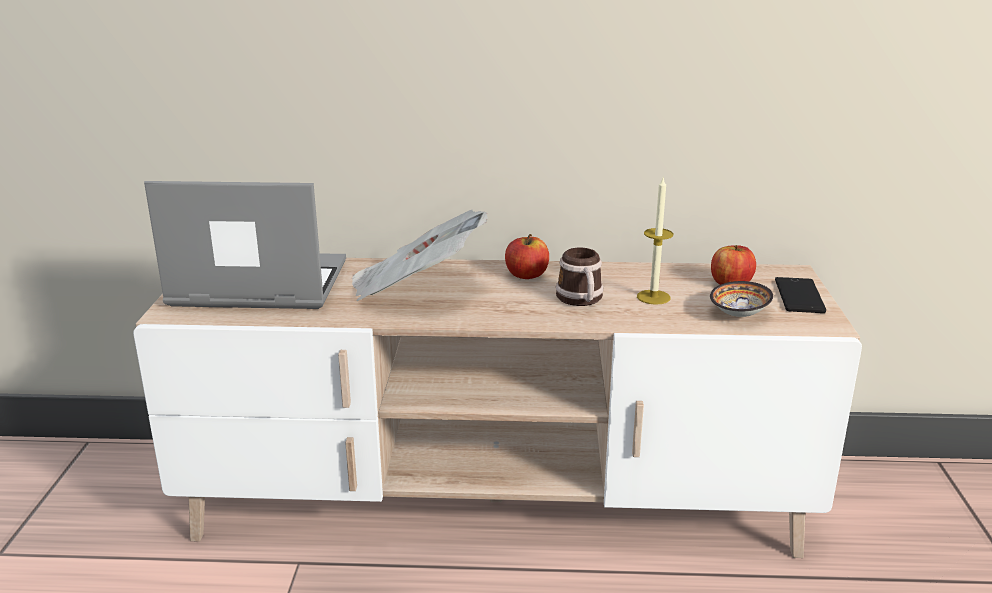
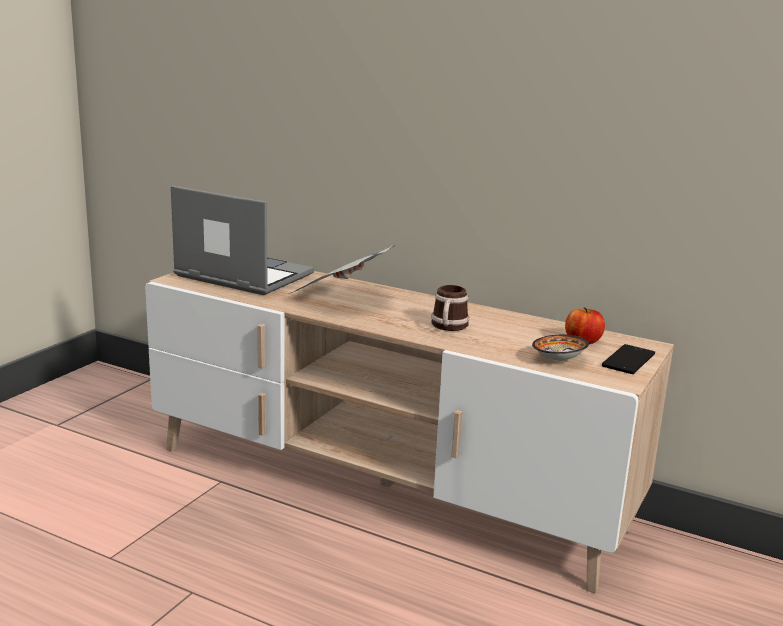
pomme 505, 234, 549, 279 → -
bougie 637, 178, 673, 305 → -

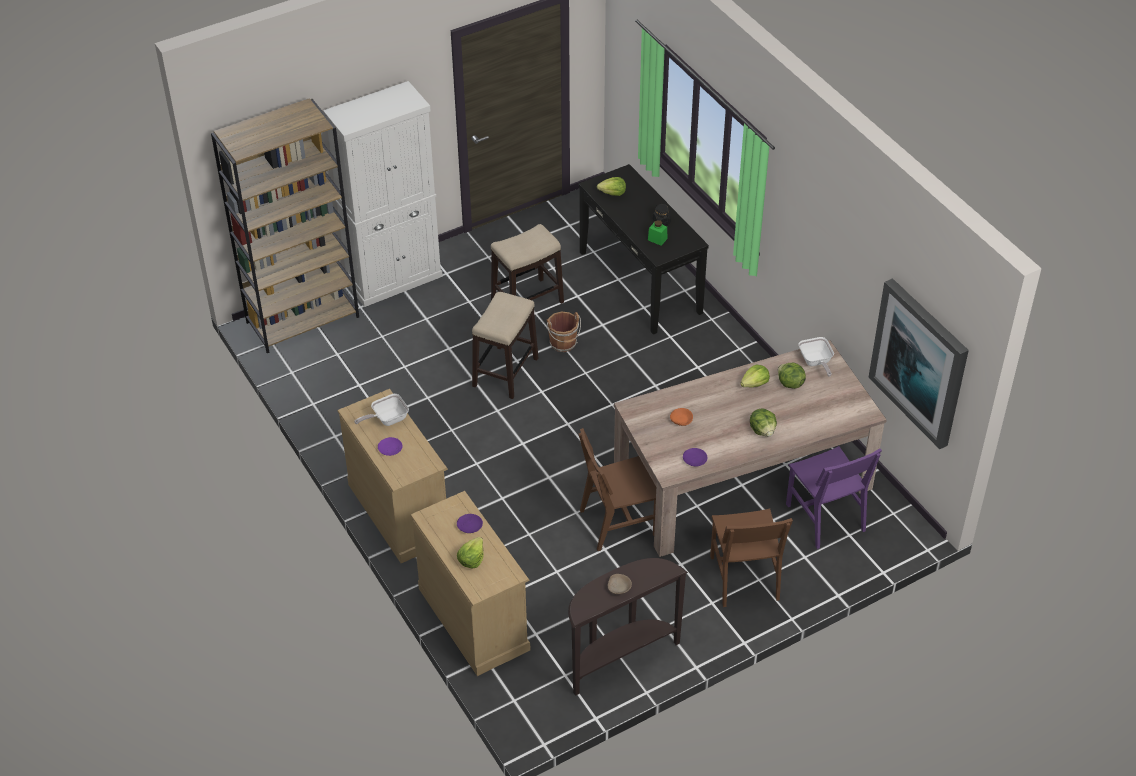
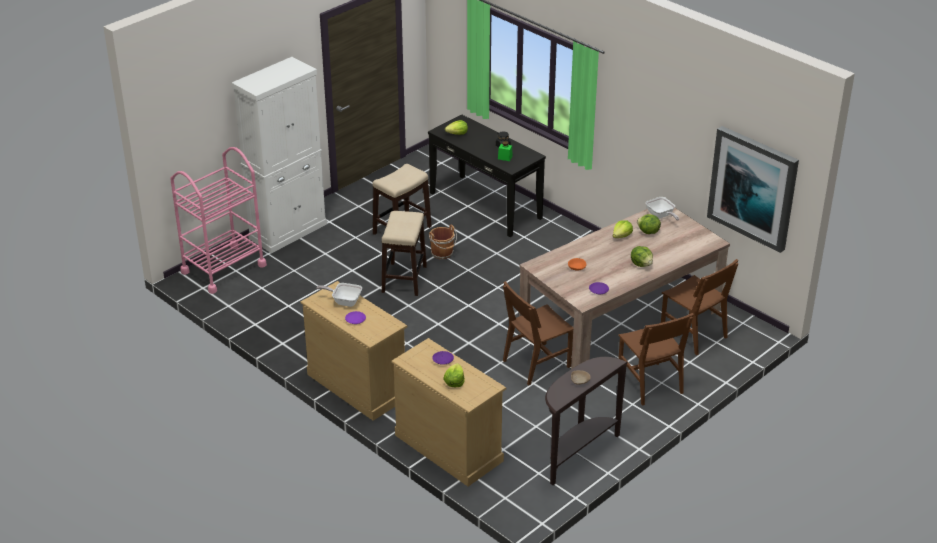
bibliothèque [marron] 211, 98, 359, 353 → chariot [rose] 170, 147, 267, 294
poêle 354, 394, 409, 426 → poêle 316, 283, 362, 307, 60 degrees clockwise
chaise [violet] 786, 446, 882, 549 → chaise [marron] 661, 259, 738, 355

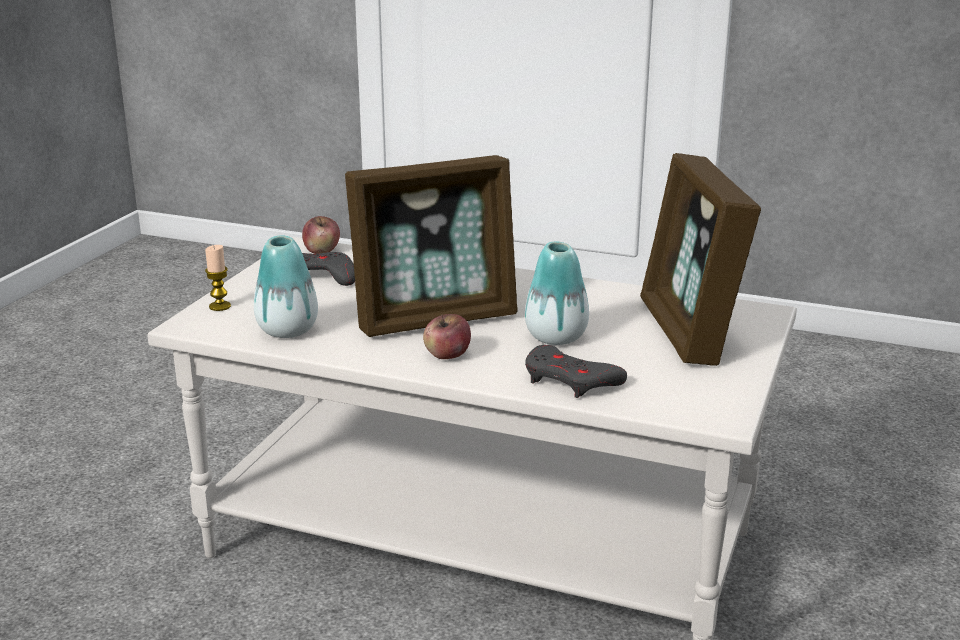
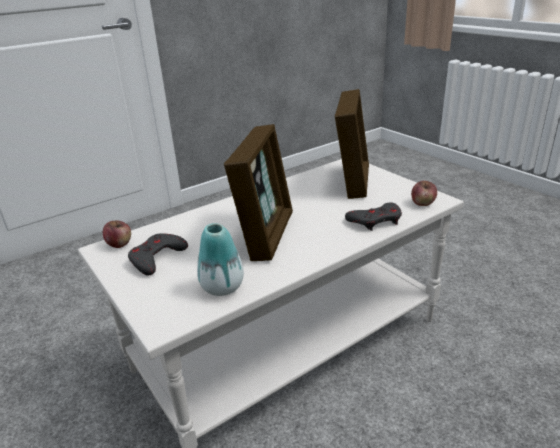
cadre photo 640, 153, 761, 366 → cadre photo 335, 89, 369, 199, 105 degrees counterclockwise
pomme 423, 314, 471, 359 → pomme 411, 181, 437, 206, shifted
bougie 205, 245, 231, 311 → -
vase 525, 241, 589, 345 → -

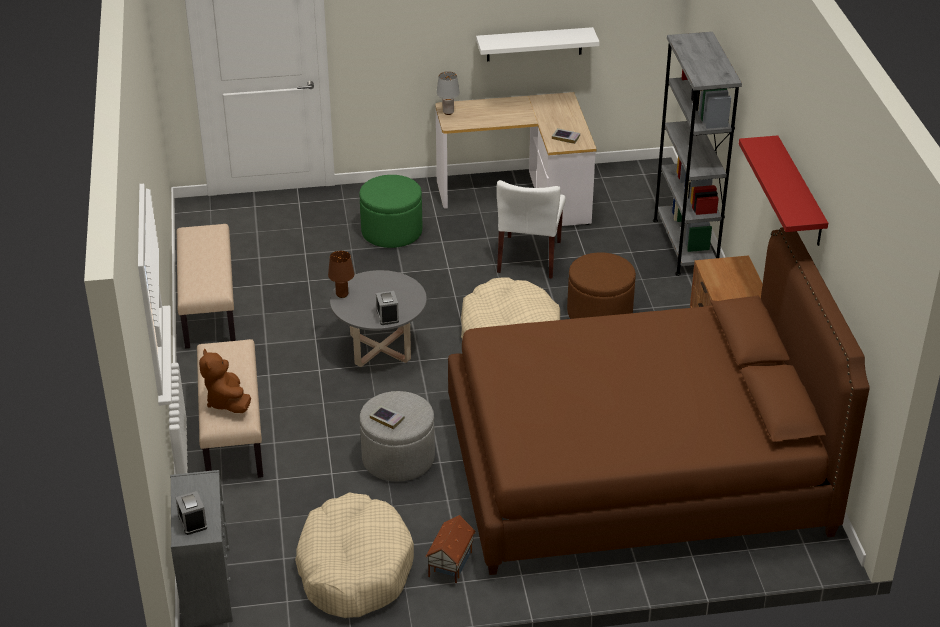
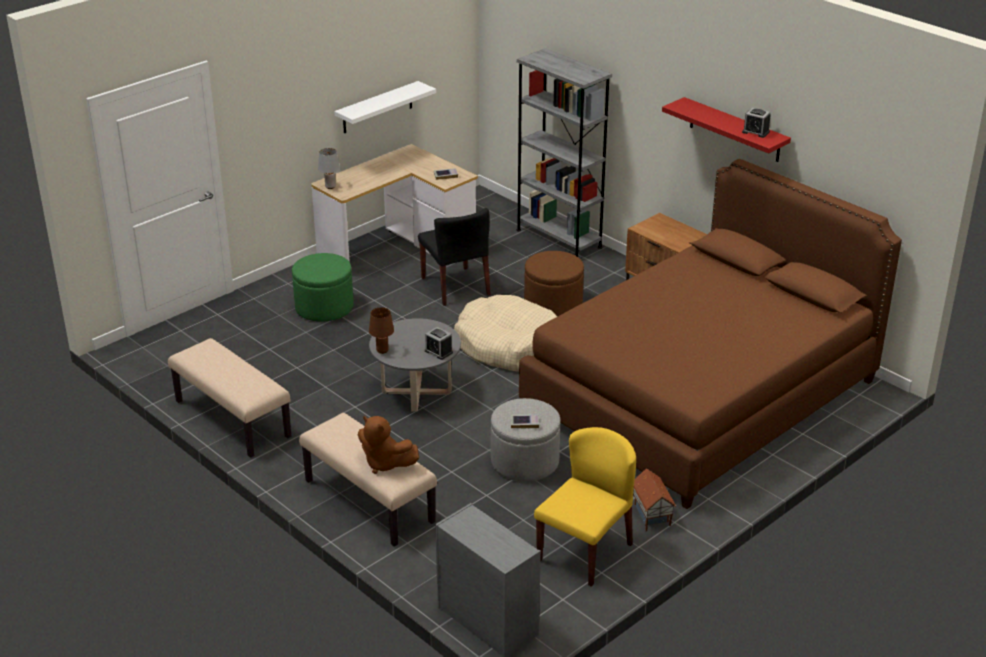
chaise [blanc] 497, 180, 566, 279 → chaise [noir] 418, 208, 491, 306
panier pour chien [beige] 295, 492, 414, 618 → chaise [jaune] 534, 427, 636, 587
réveil 176, 491, 207, 535 → réveil 742, 108, 771, 138, shifted

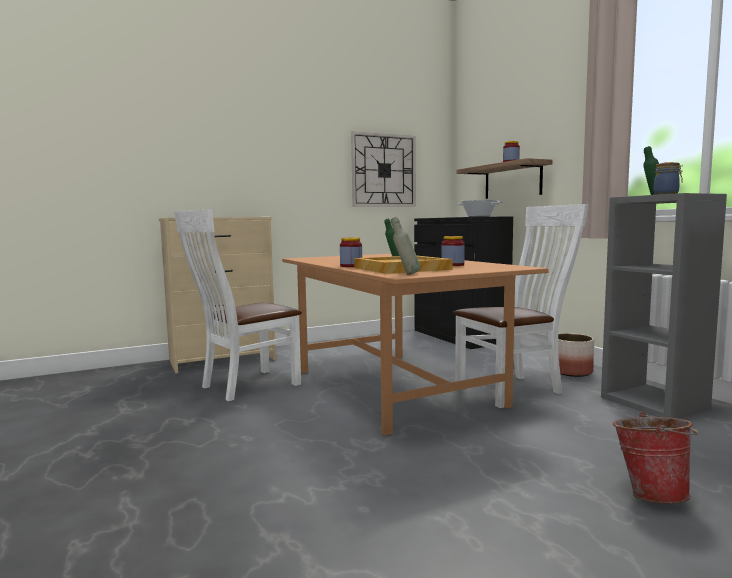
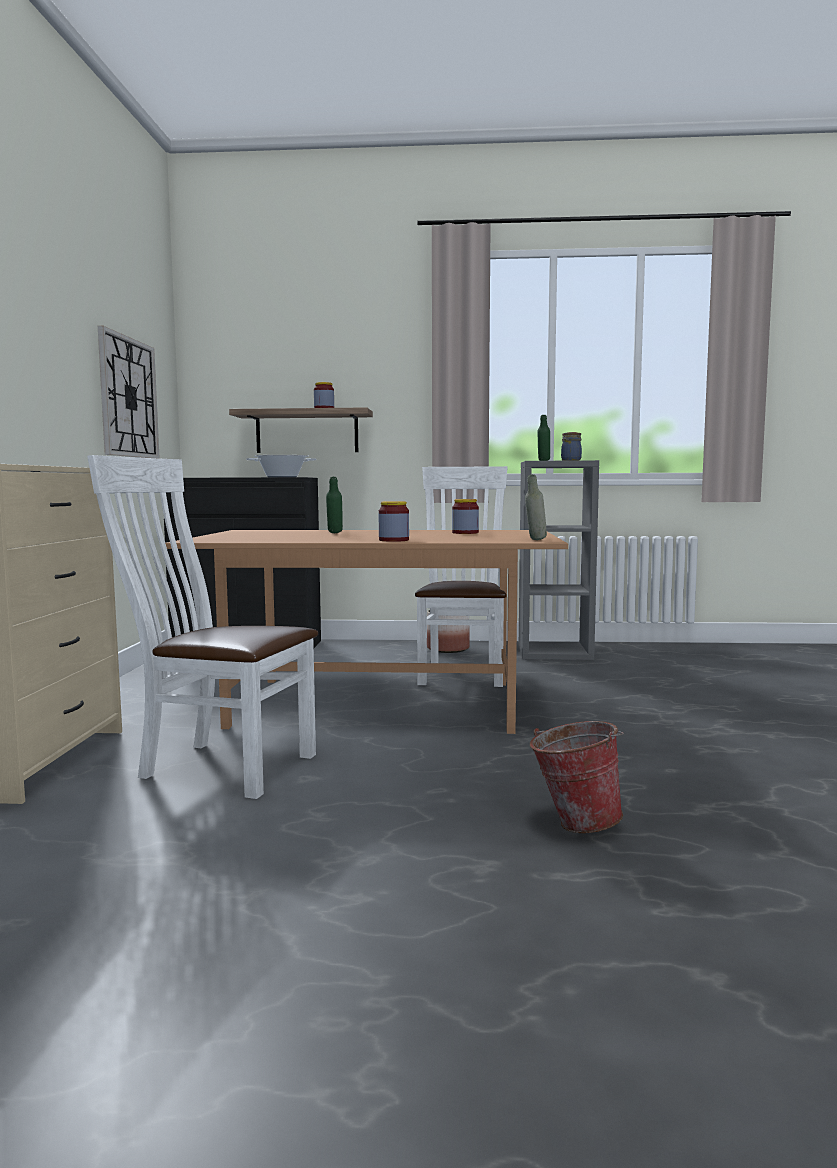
chaise [blanc] 174, 209, 302, 401 → chaise [blanc] 87, 455, 318, 799, 120 degrees clockwise
seau 613, 412, 700, 503 → seau 530, 721, 624, 833, shifted
plateau [beige] 354, 256, 452, 274 → -

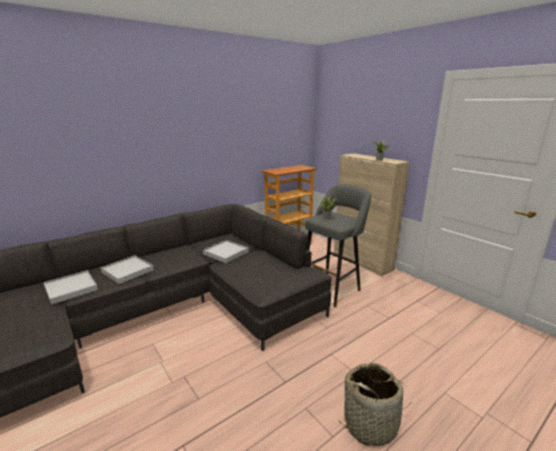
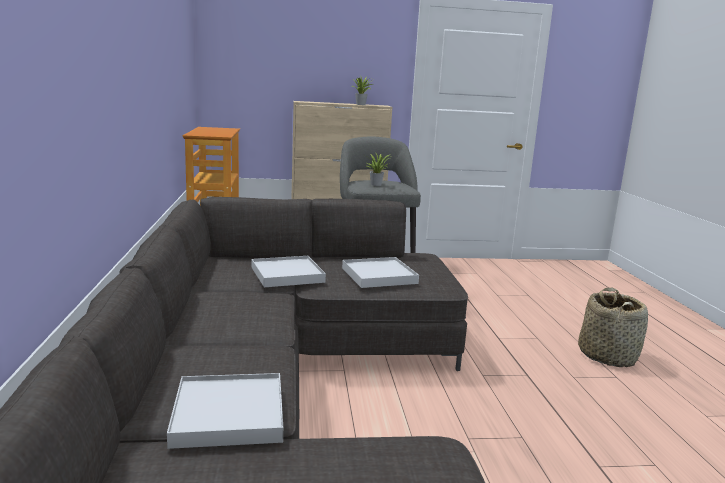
plateau [blanc] 101, 255, 154, 284 → plateau [blanc] 342, 257, 419, 288, shifted

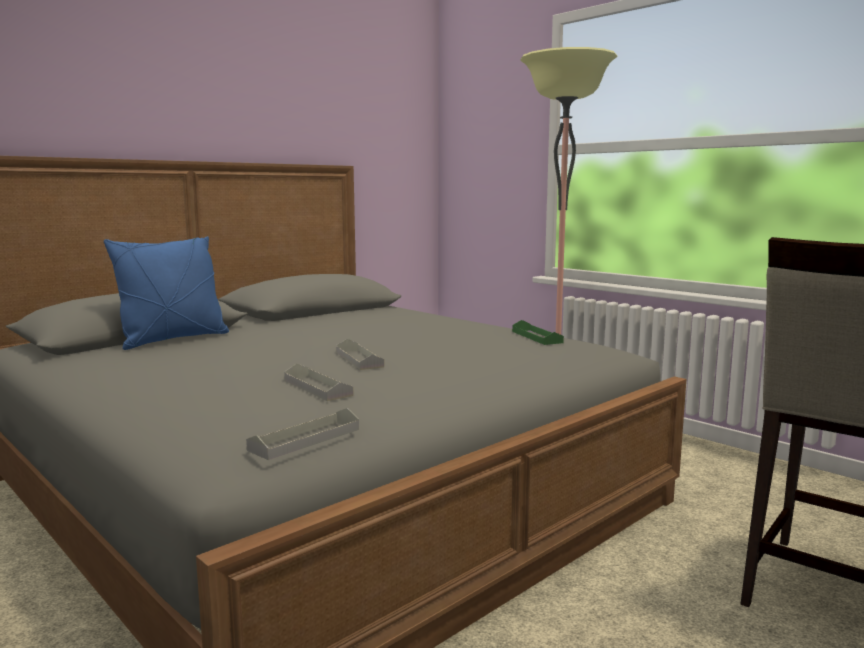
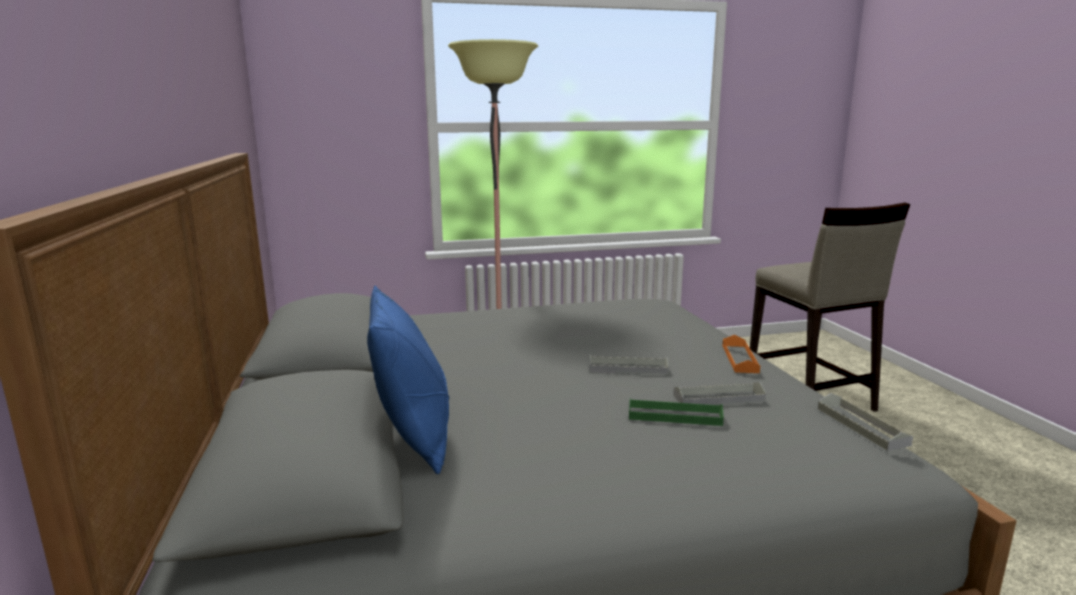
plateau [vert] 512, 320, 564, 345 → plateau [vert] 629, 398, 724, 426, shifted
- → plateau [orange] 723, 335, 760, 373

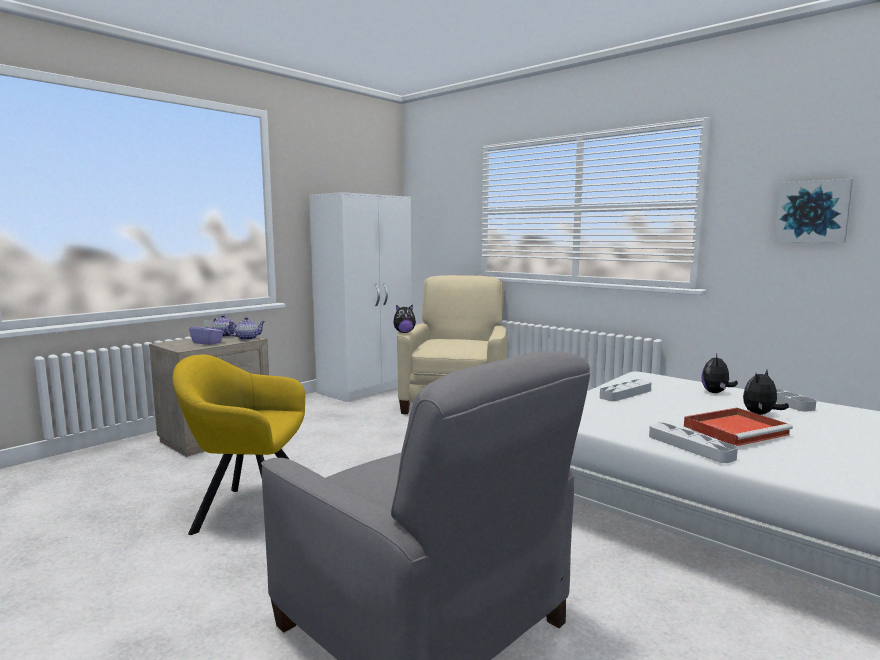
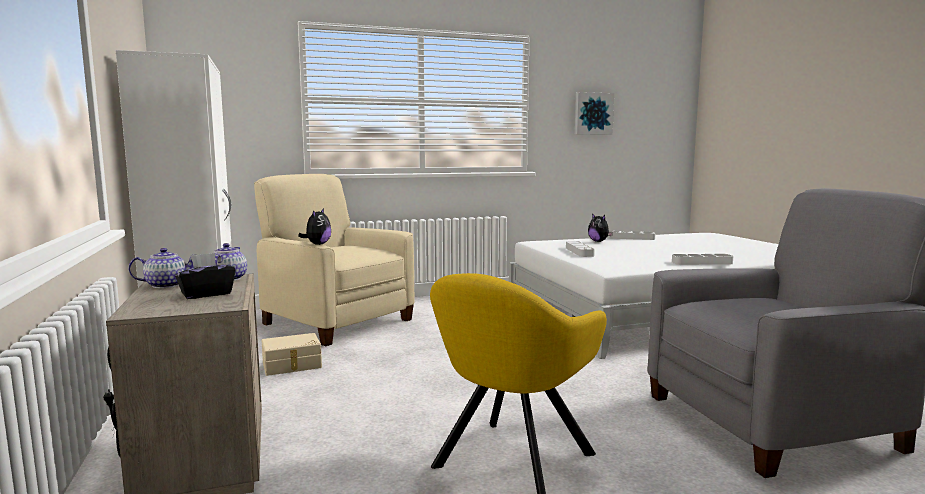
boîte à mouchoirs [violet] 189, 320, 224, 345 → boîte à mouchoirs [noir] 175, 253, 236, 299
- → boîte de rangement [beige] 261, 333, 322, 376
plateau [rouge] 684, 408, 793, 446 → -
peluche 743, 370, 789, 415 → -

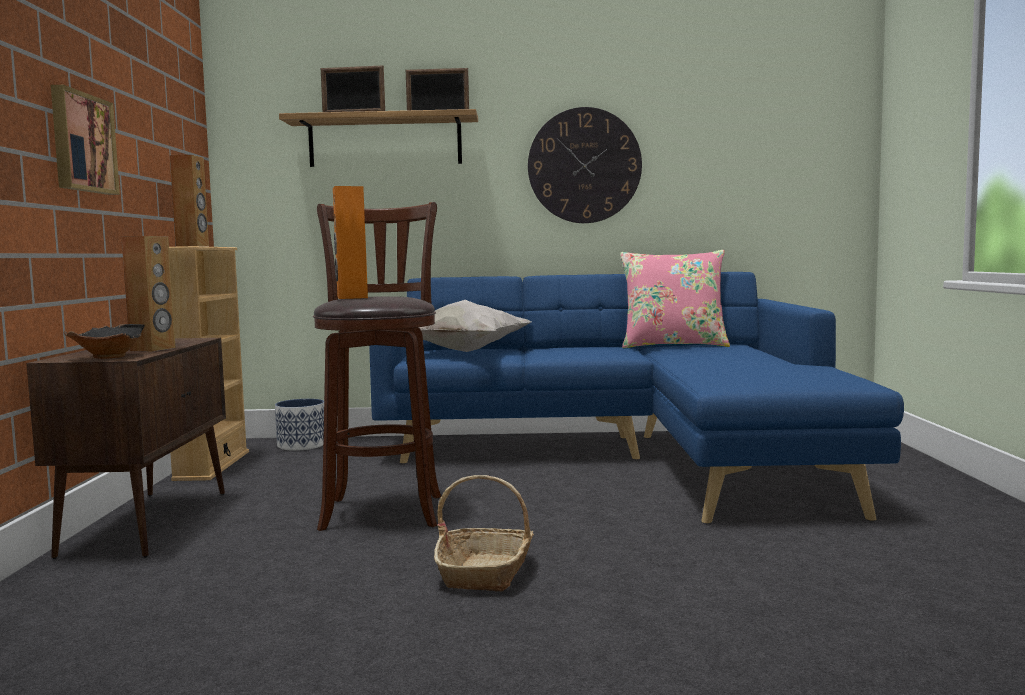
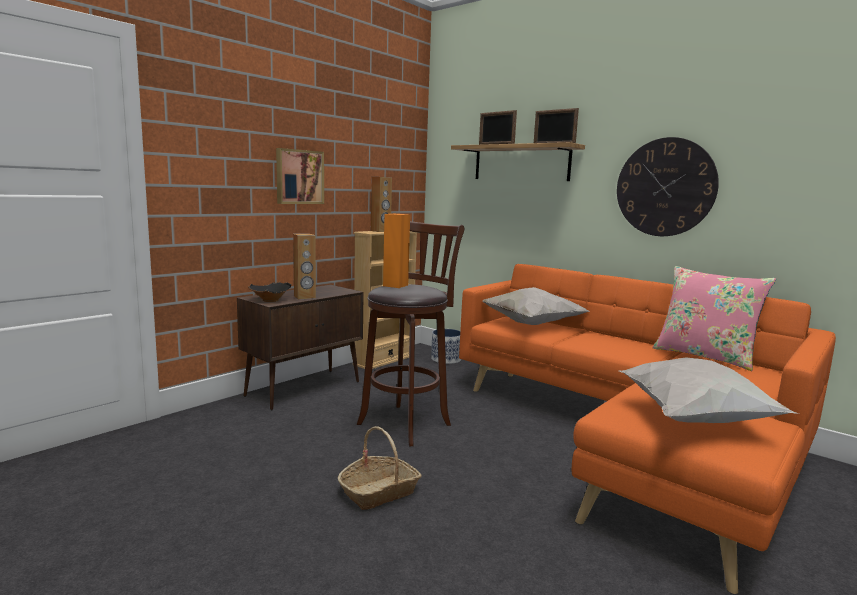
canapé [bleu] 369, 272, 904, 524 → canapé [orange] 459, 264, 836, 595
- → coussin [blanc] 619, 357, 799, 423

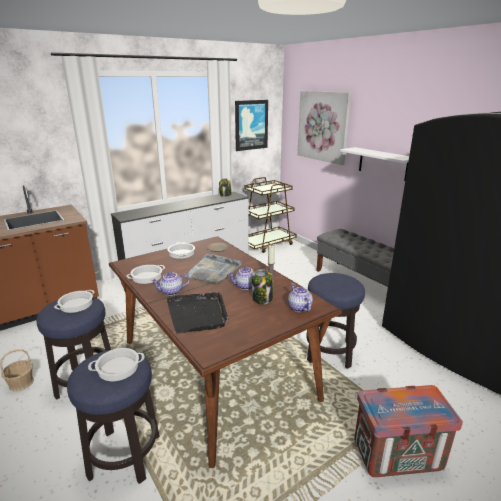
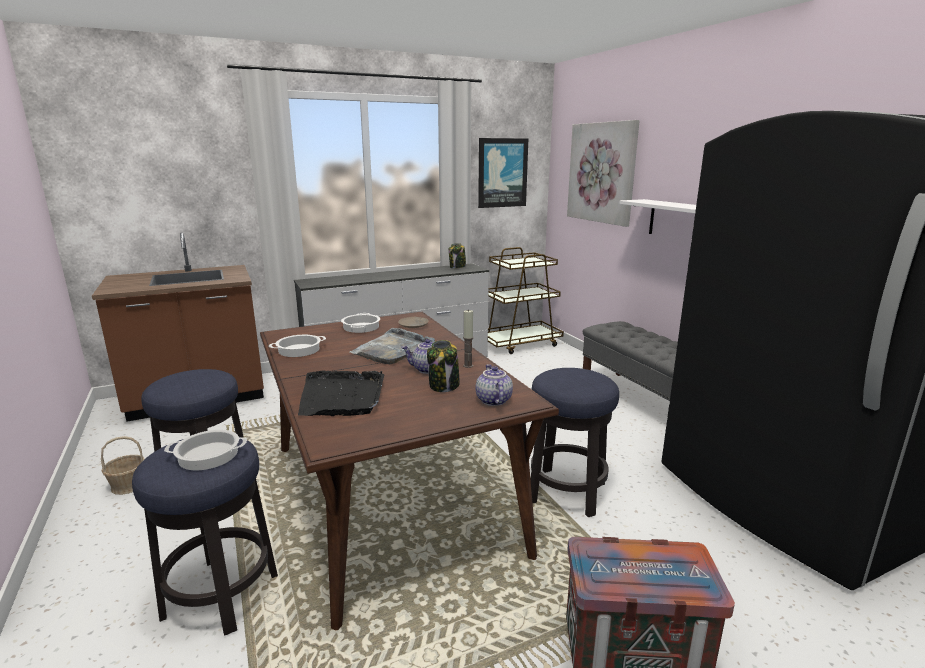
marmite 54, 290, 94, 313 → -
théière 151, 272, 190, 296 → -

